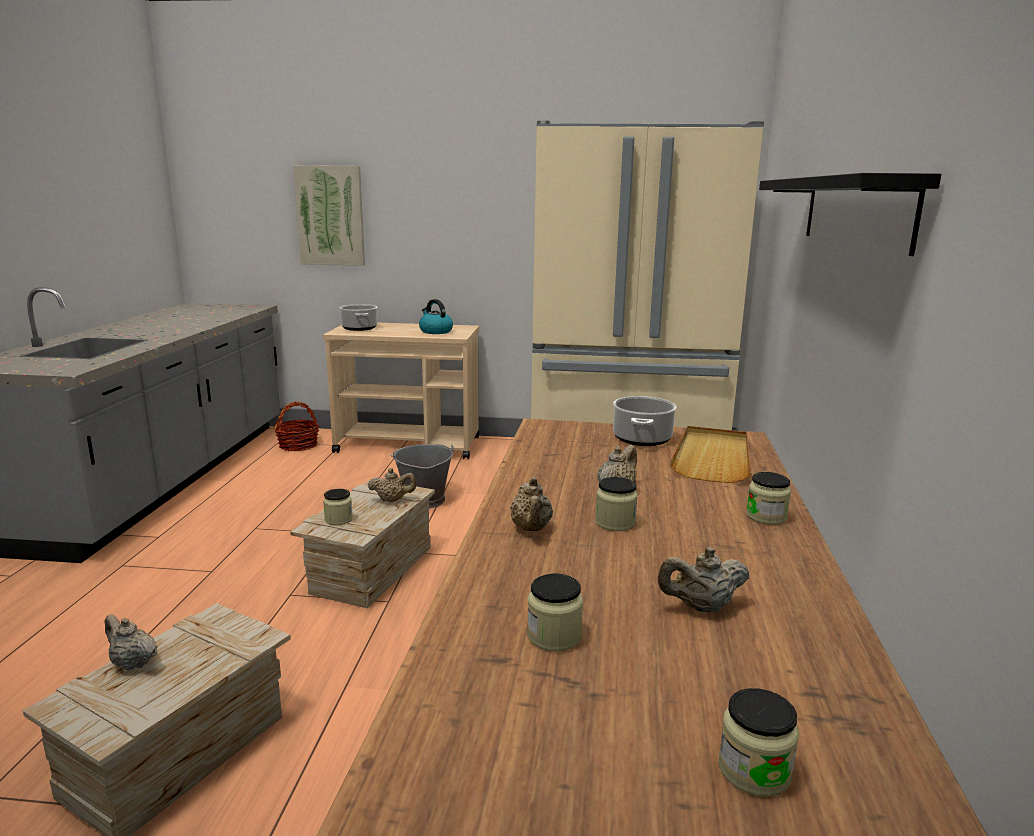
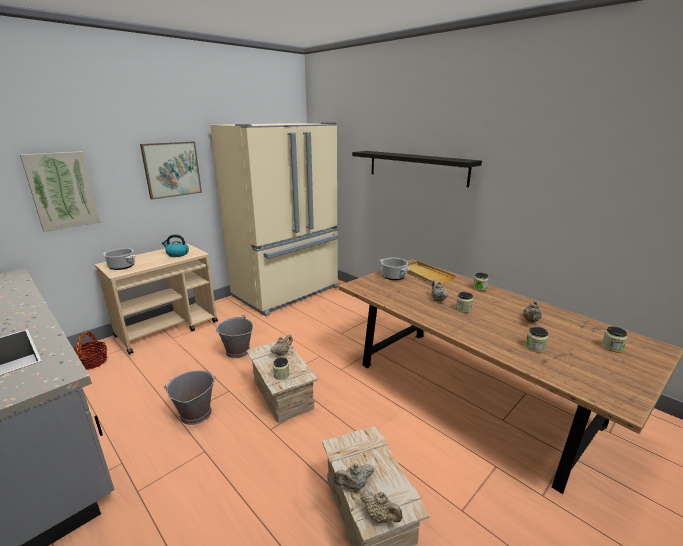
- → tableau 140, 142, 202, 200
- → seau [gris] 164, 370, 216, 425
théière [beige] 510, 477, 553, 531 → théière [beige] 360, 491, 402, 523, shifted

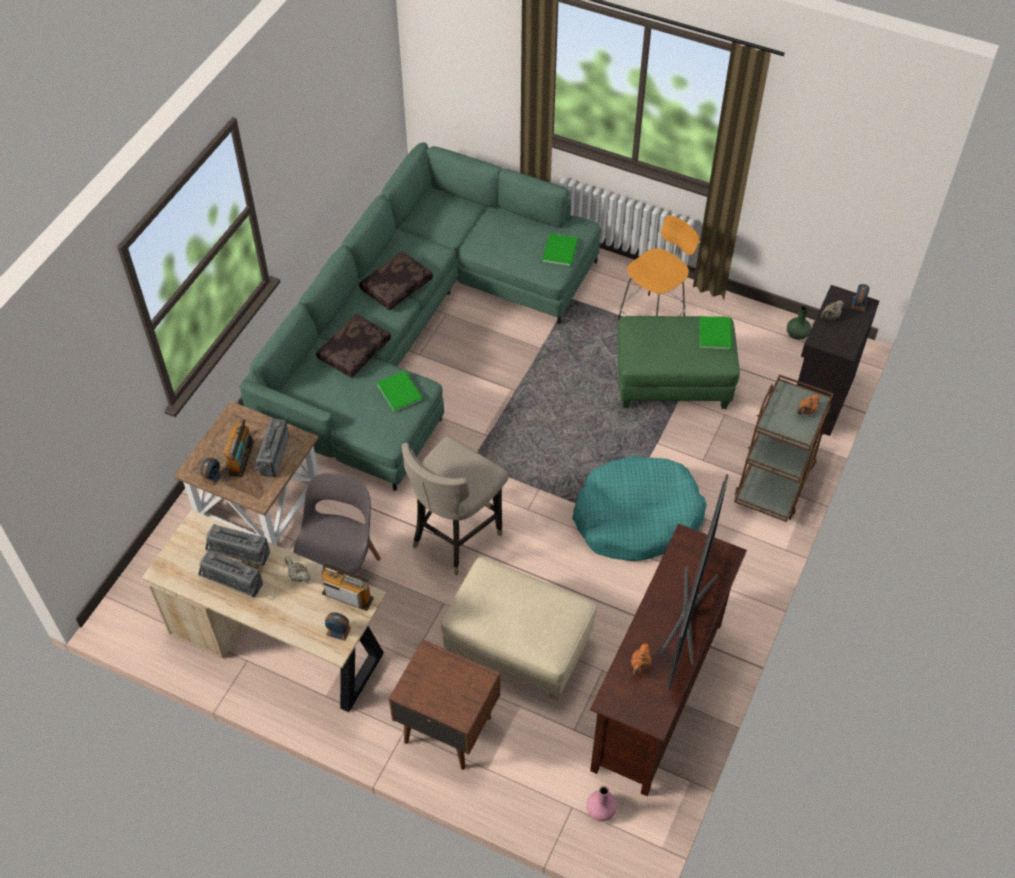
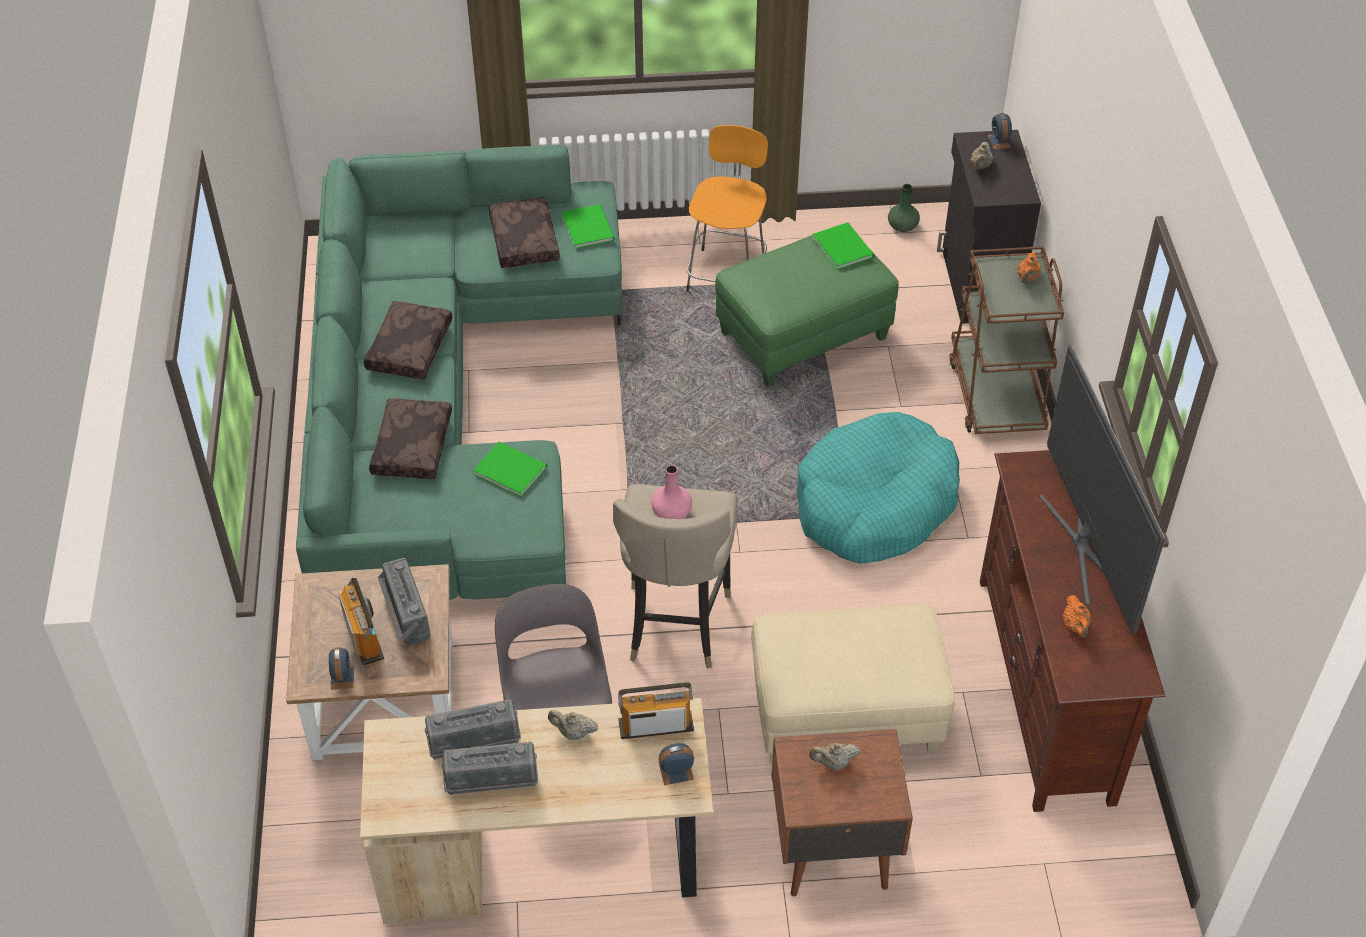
- → coussin [marron] 489, 197, 560, 268
vase [rose] 586, 786, 617, 821 → vase [rose] 651, 465, 692, 519, shifted
- → théière [beige] 809, 743, 860, 770

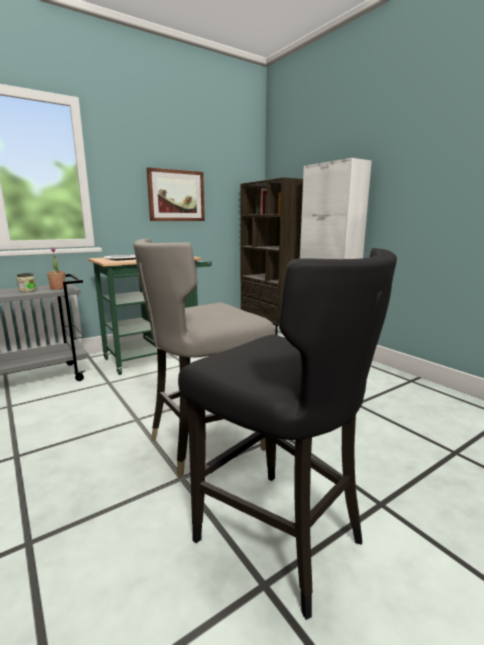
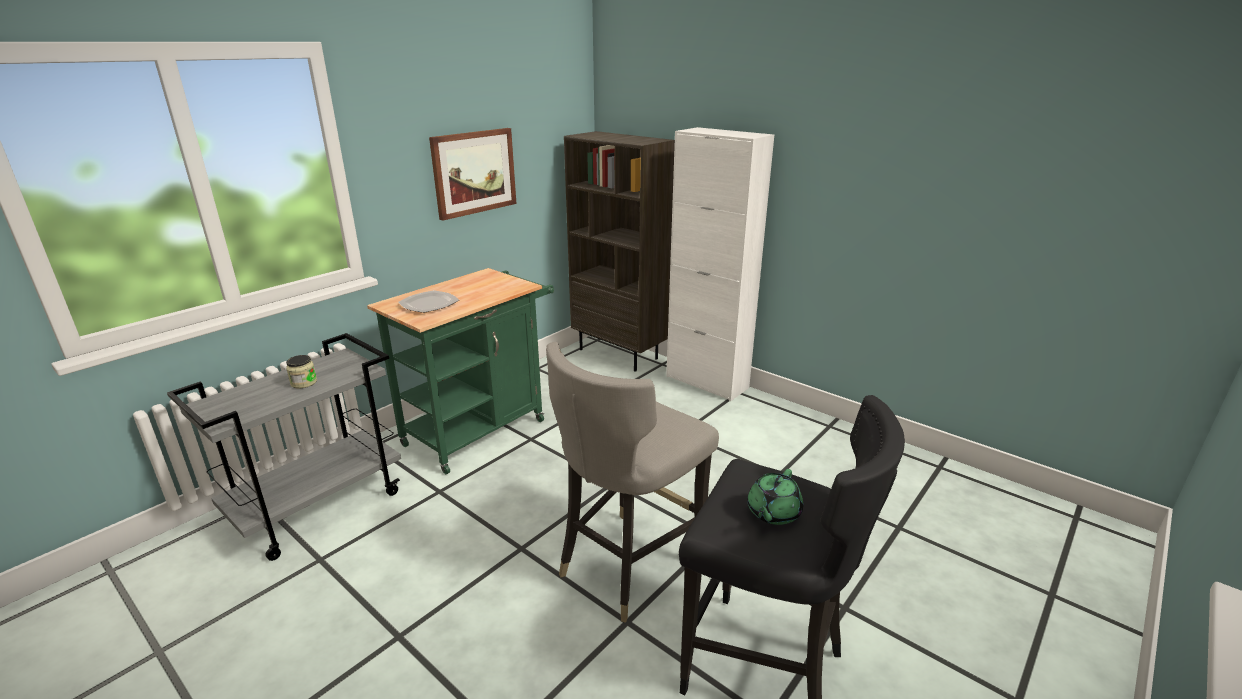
- → théière [vert] 747, 469, 803, 525
plante en pot 47, 247, 65, 290 → -

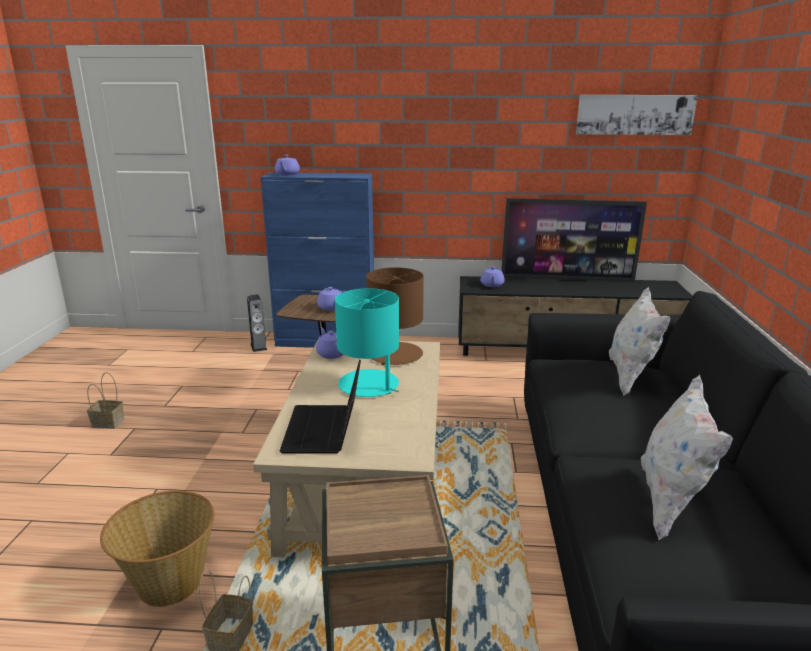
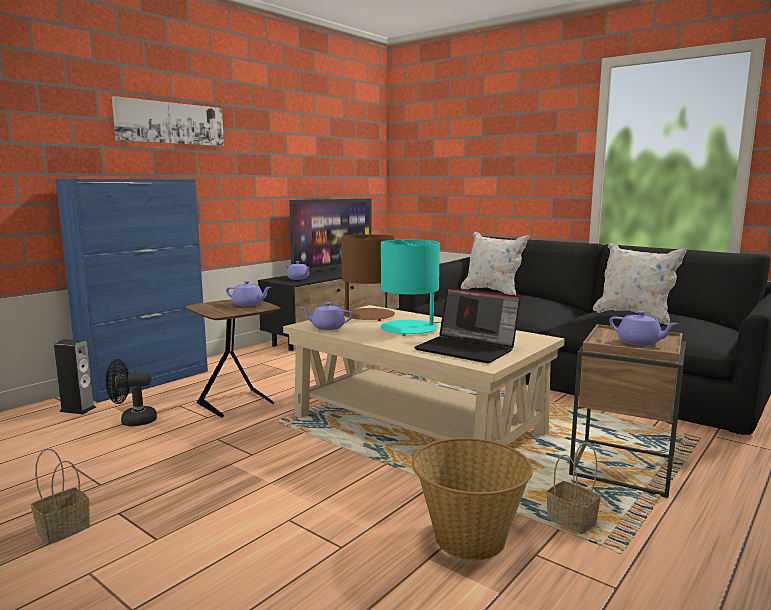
- → ventilateur [noir] 106, 359, 157, 426
tableau 576, 95, 698, 135 → tableau 112, 96, 224, 146, shifted
théière [violet] 275, 155, 300, 176 → théière [violet] 609, 311, 679, 346, shifted

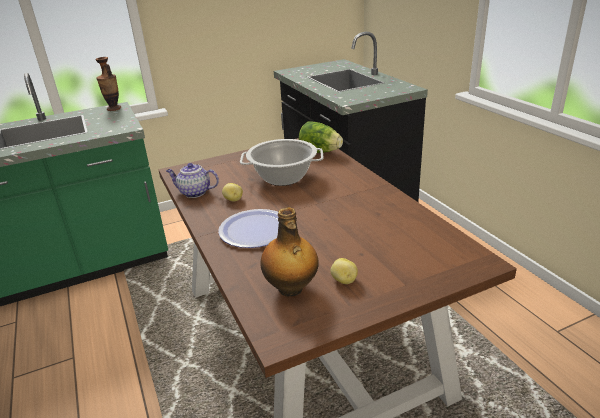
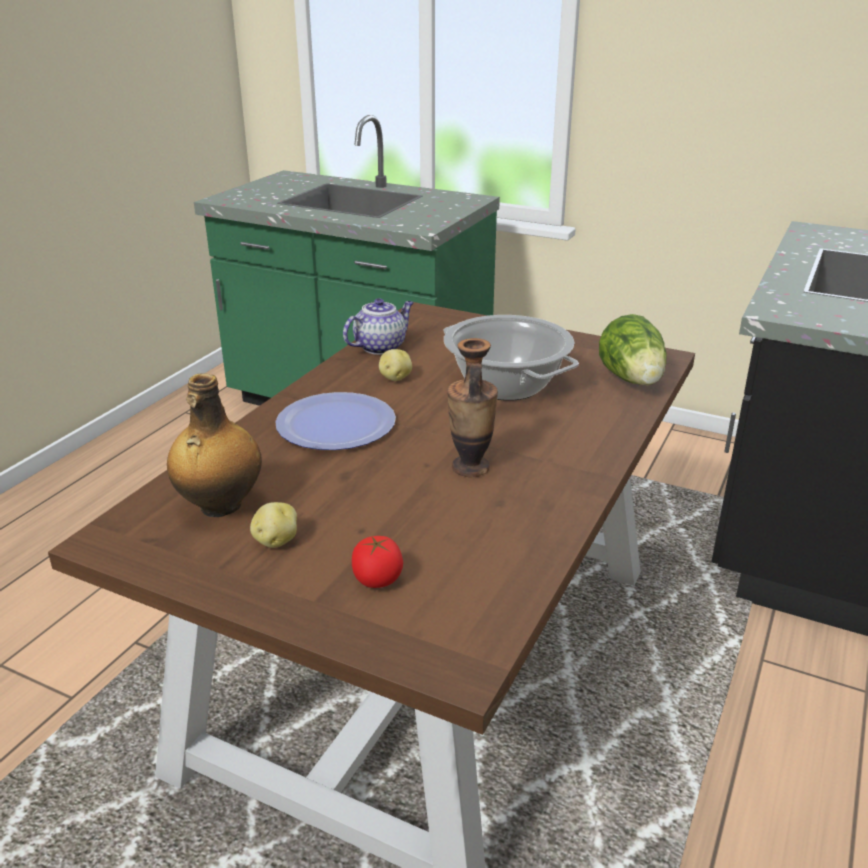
théière 166, 163, 219, 198 → théière 343, 298, 414, 355, 75 degrees clockwise
- → tomate 352, 536, 403, 588
vase 95, 57, 122, 111 → vase 447, 338, 498, 477, shifted

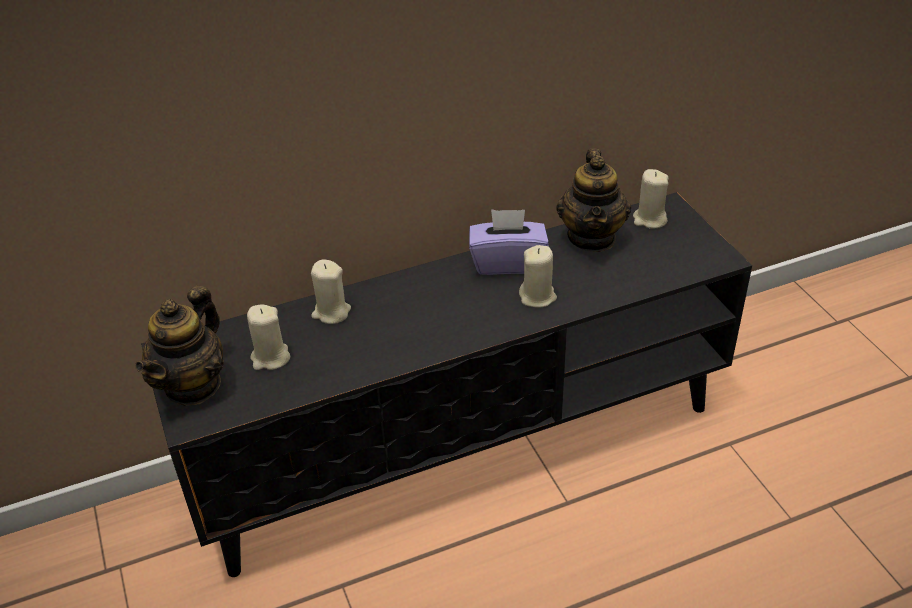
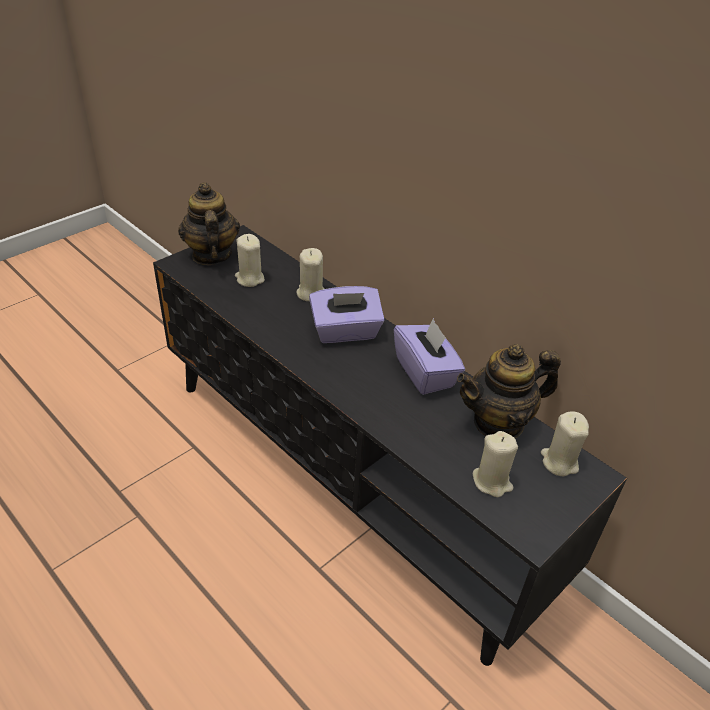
théière 135, 286, 224, 406 → théière 178, 182, 240, 265, 75 degrees clockwise
- → boîte à mouchoirs [violet] 309, 286, 385, 343
bougie [beige] 519, 245, 557, 308 → bougie [beige] 473, 431, 518, 497, shifted

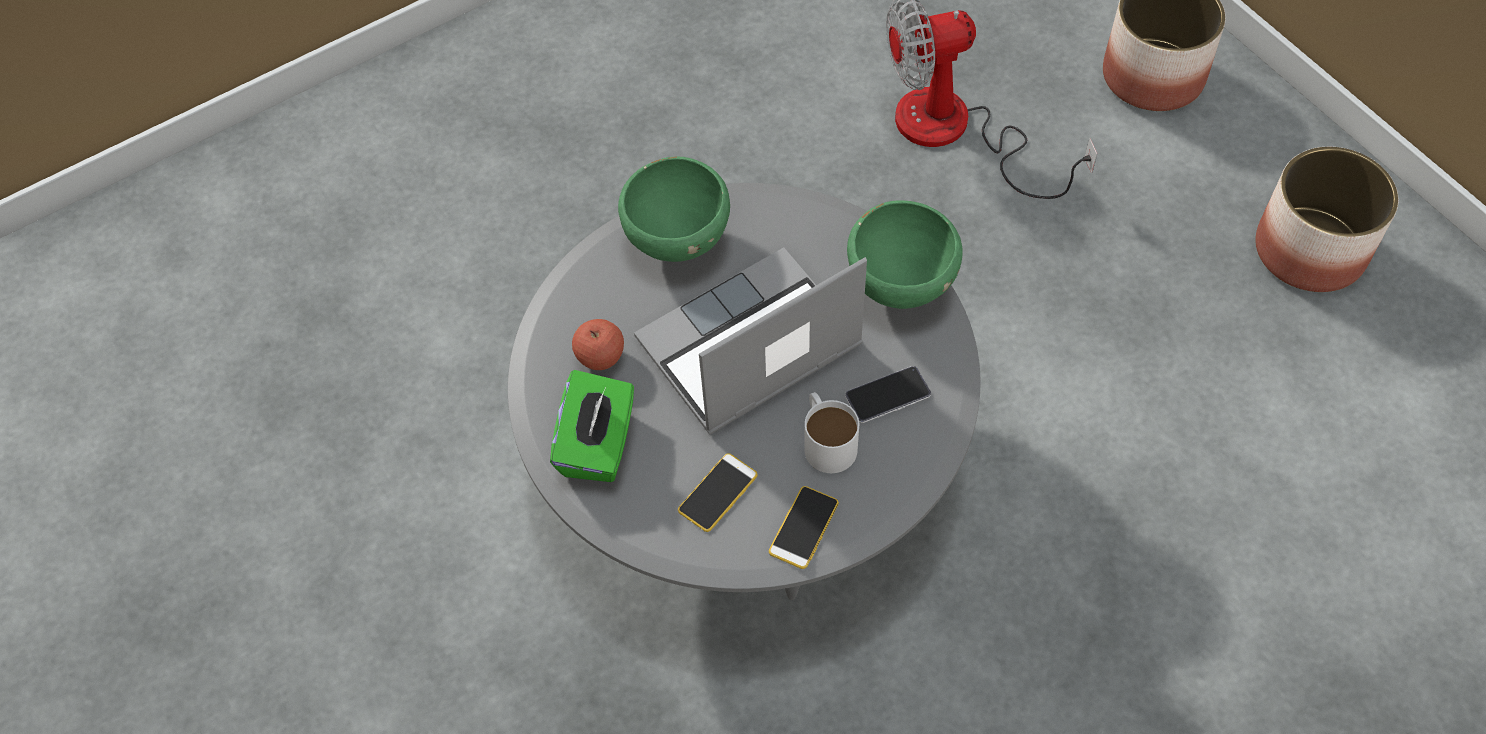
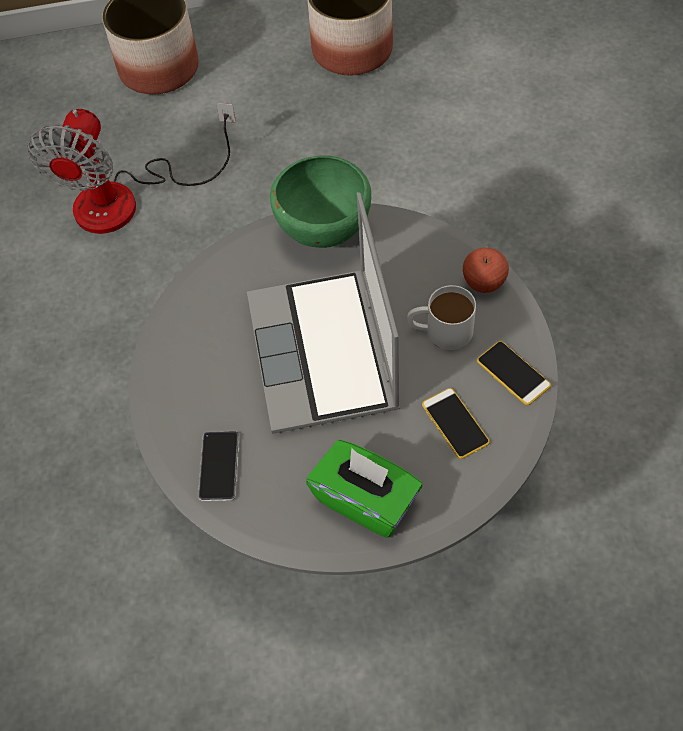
téléphone 845, 366, 931, 423 → téléphone 198, 432, 239, 501, shifted
pomme 572, 319, 624, 370 → pomme 463, 248, 509, 293, shifted
bol [vert] 618, 157, 730, 262 → -

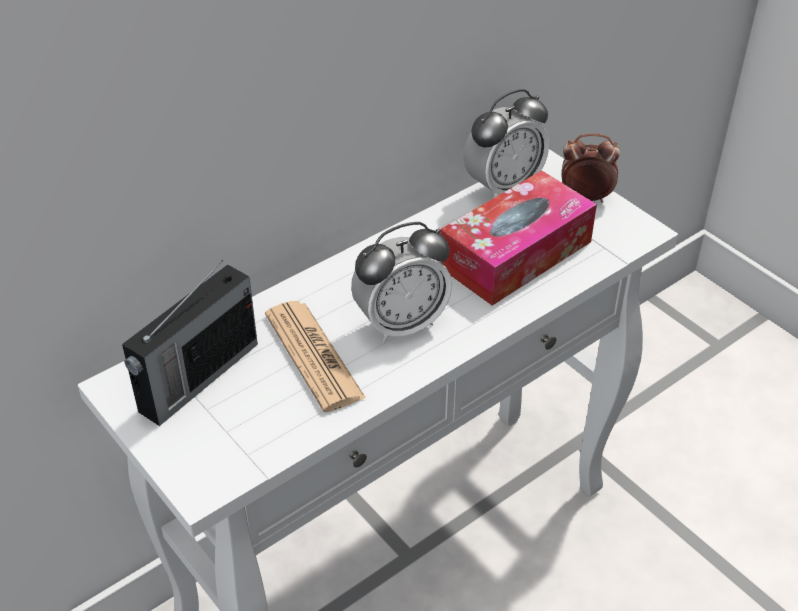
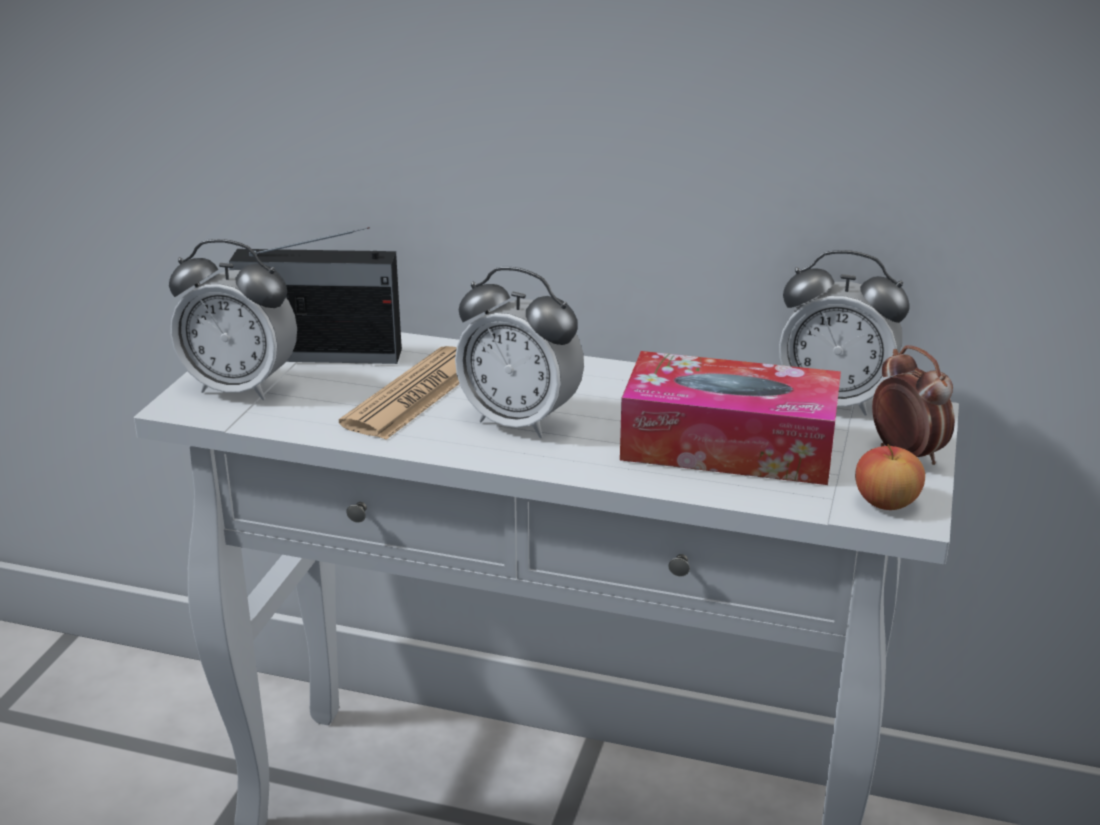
- → réveil 169, 239, 297, 400
- → pomme 855, 444, 925, 510

